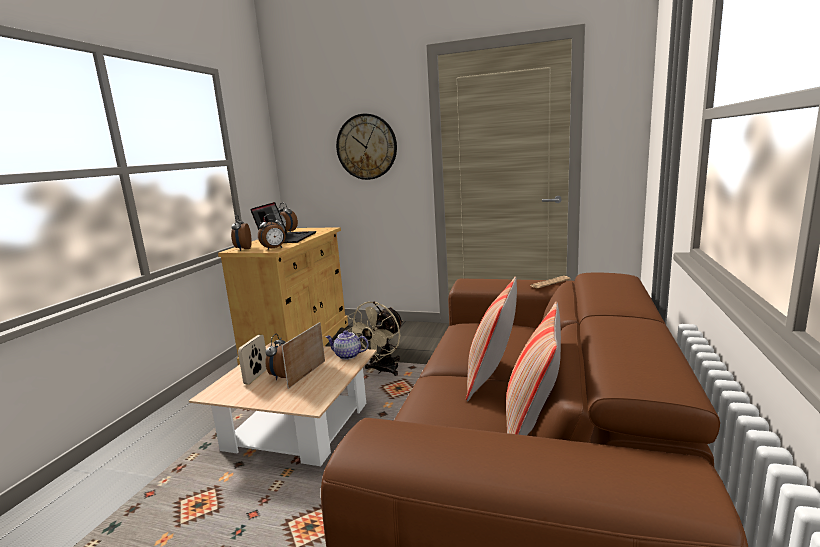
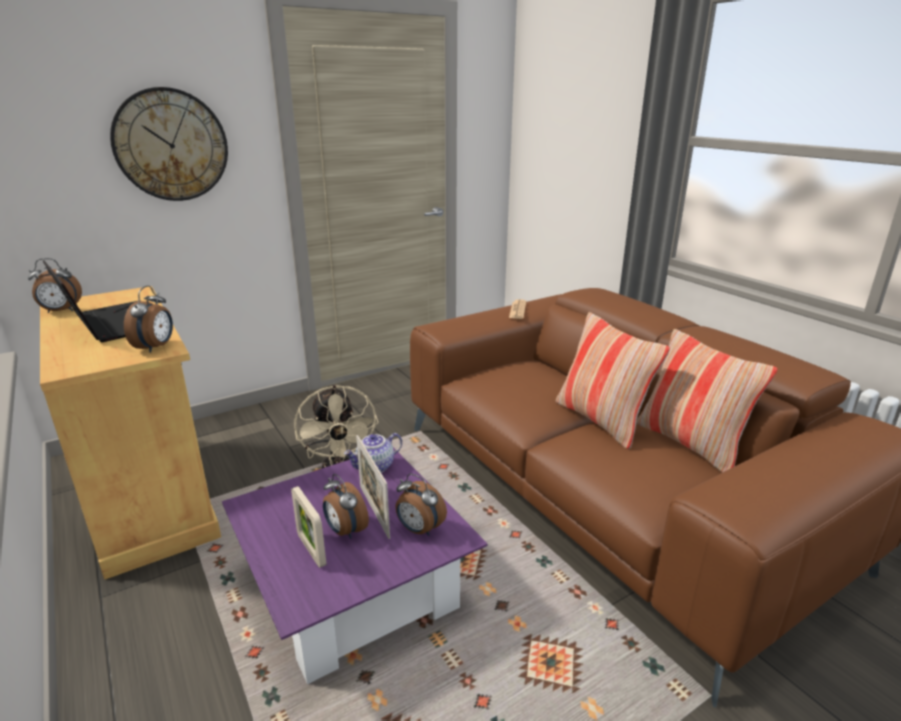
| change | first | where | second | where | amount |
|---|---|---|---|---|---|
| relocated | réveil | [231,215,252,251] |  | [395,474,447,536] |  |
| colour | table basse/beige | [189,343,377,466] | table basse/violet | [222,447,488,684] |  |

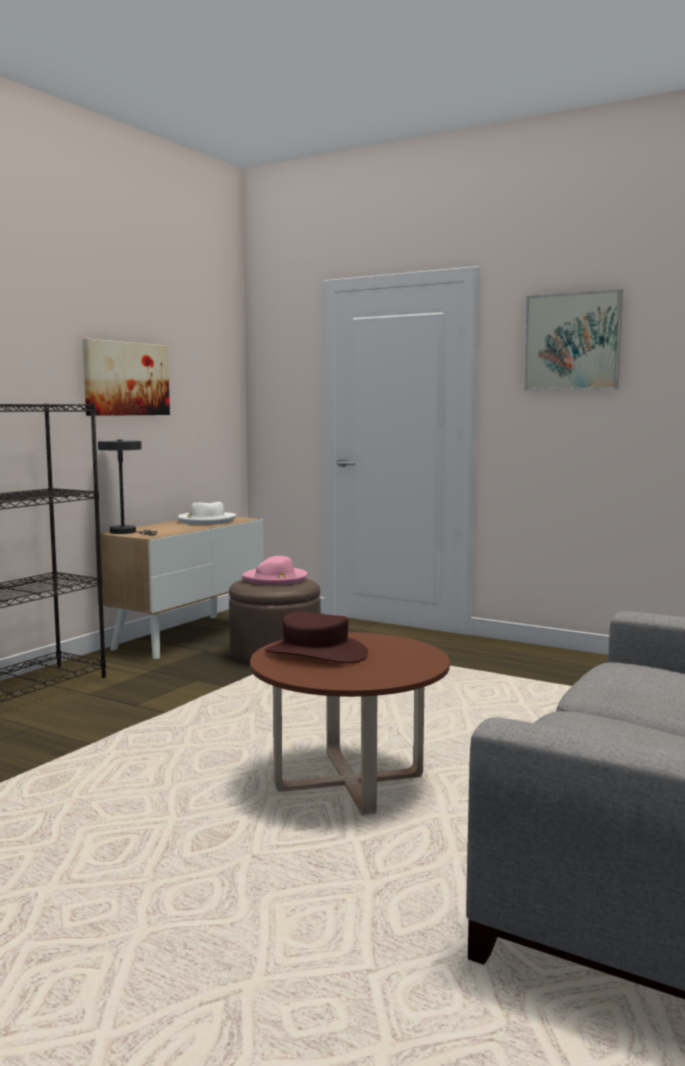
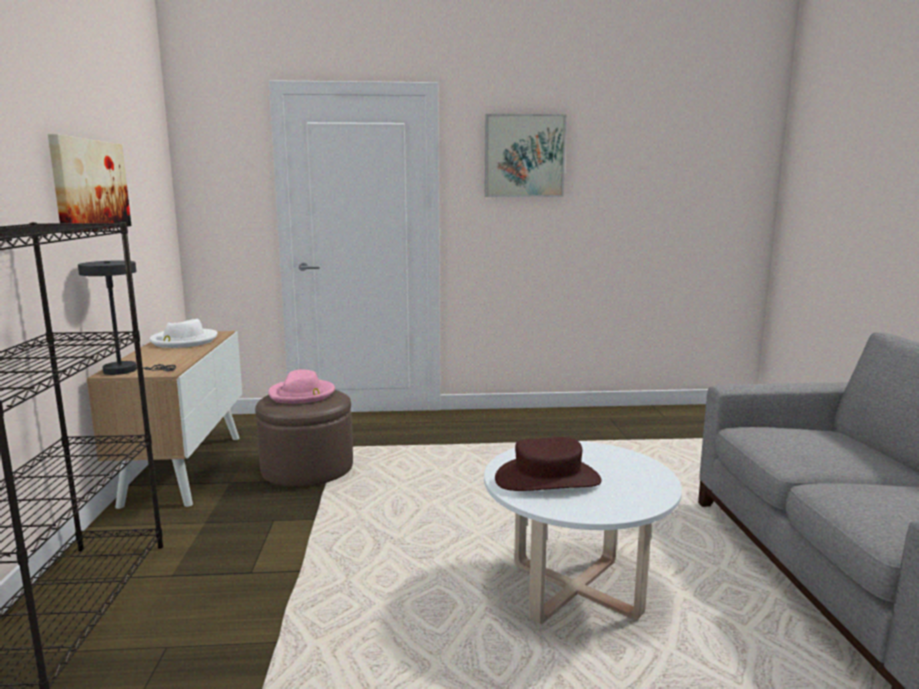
| change | first | where | second | where | amount |
|---|---|---|---|---|---|
| colour | table basse/marron | [250,632,450,815] | table basse/blanc | [484,441,682,625] |  |

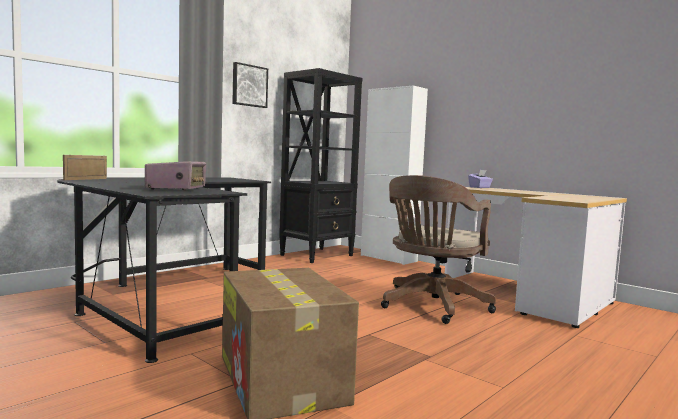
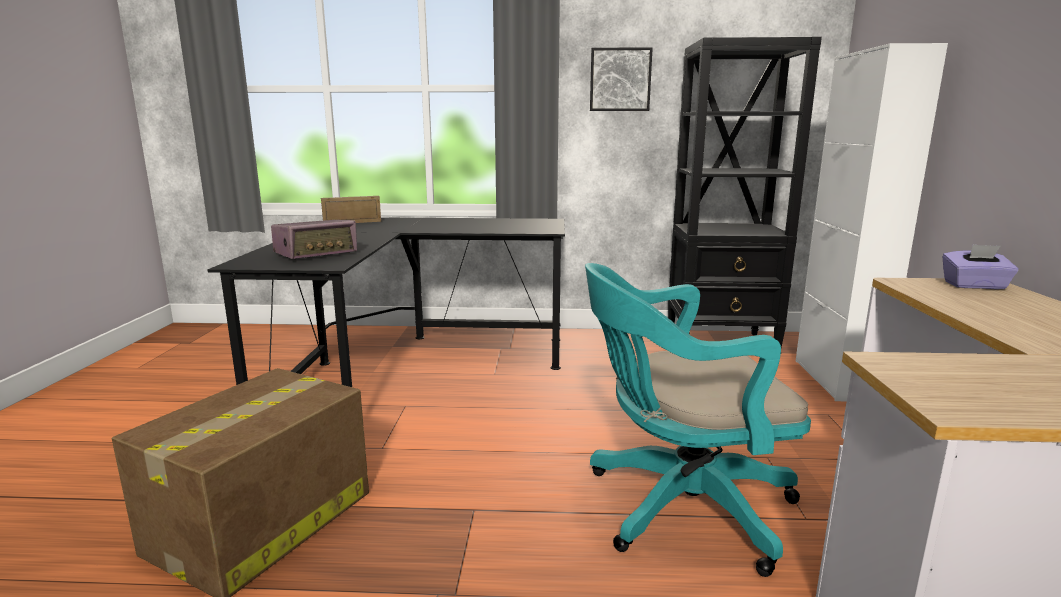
| change | first | where | second | where | amount |
|---|---|---|---|---|---|
| colour | chaise de bureau/marron | [381,175,496,324] | chaise de bureau/turquoise | [585,263,811,577] |  |

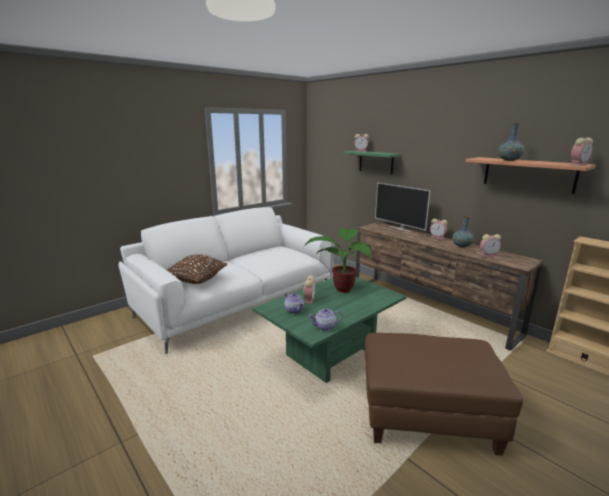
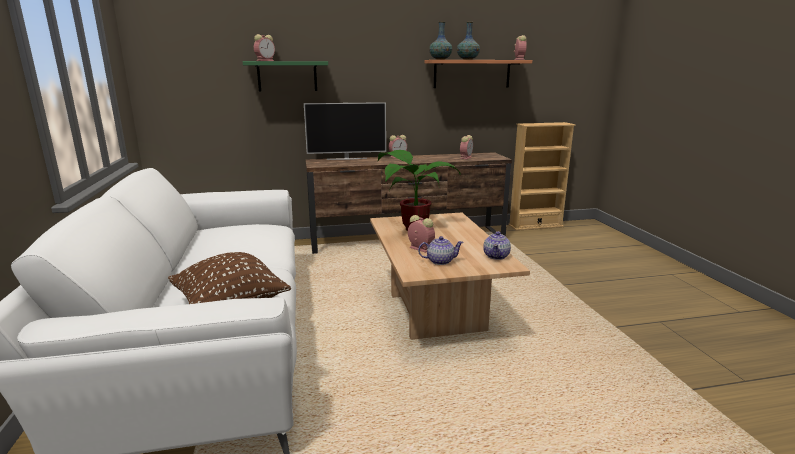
| change | first | where | second | where | amount |
|---|---|---|---|---|---|
| missing | pouf/marron | [365,333,523,456] |  |  |  |
| relocated | vase | [452,216,474,248] |  | [429,22,452,60] |  |
| colour | table basse/vert | [253,276,406,383] | table basse/beige | [370,212,530,340] |  |

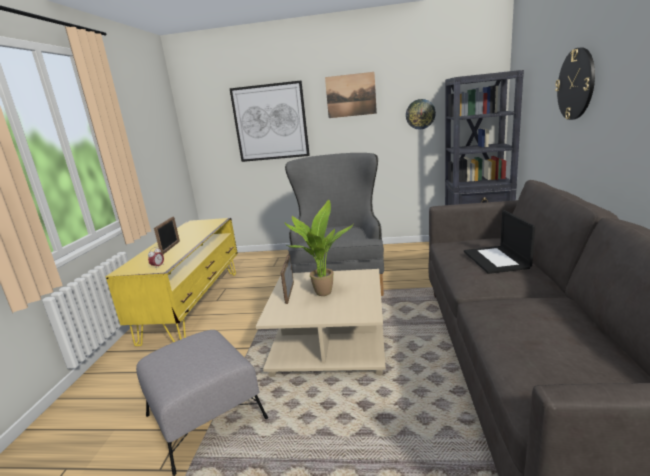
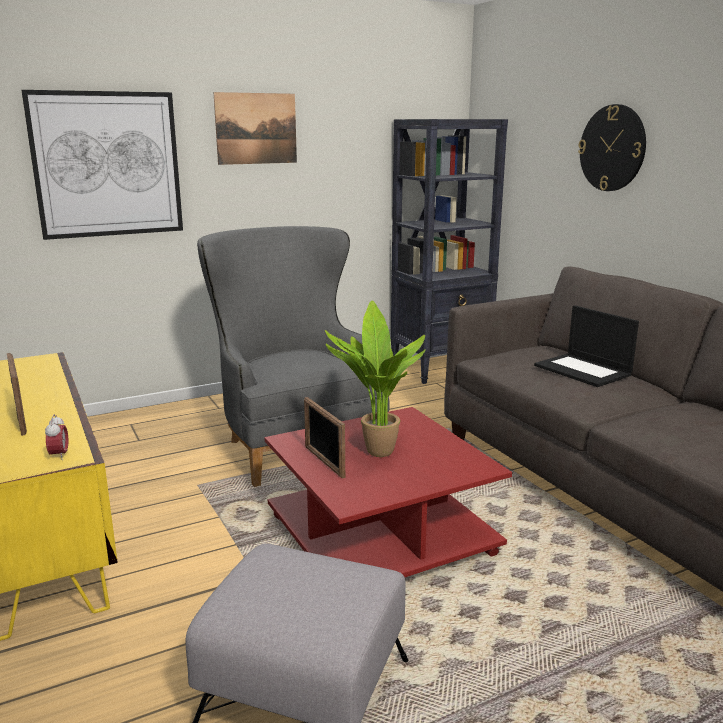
| change | first | where | second | where | amount |
|---|---|---|---|---|---|
| missing | horloge murale | [406,99,436,130] |  |  |  |
| colour | table basse/beige | [256,269,386,377] | table basse/rouge | [265,407,512,577] |  |

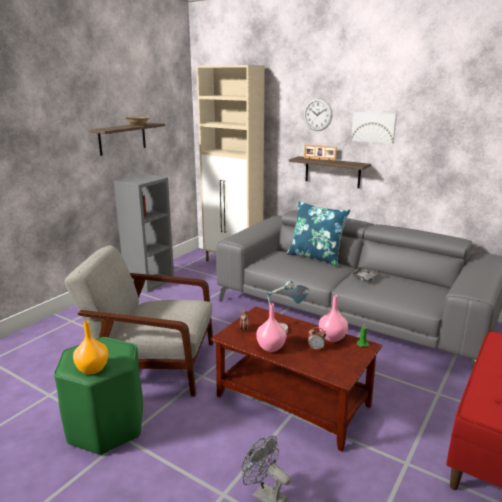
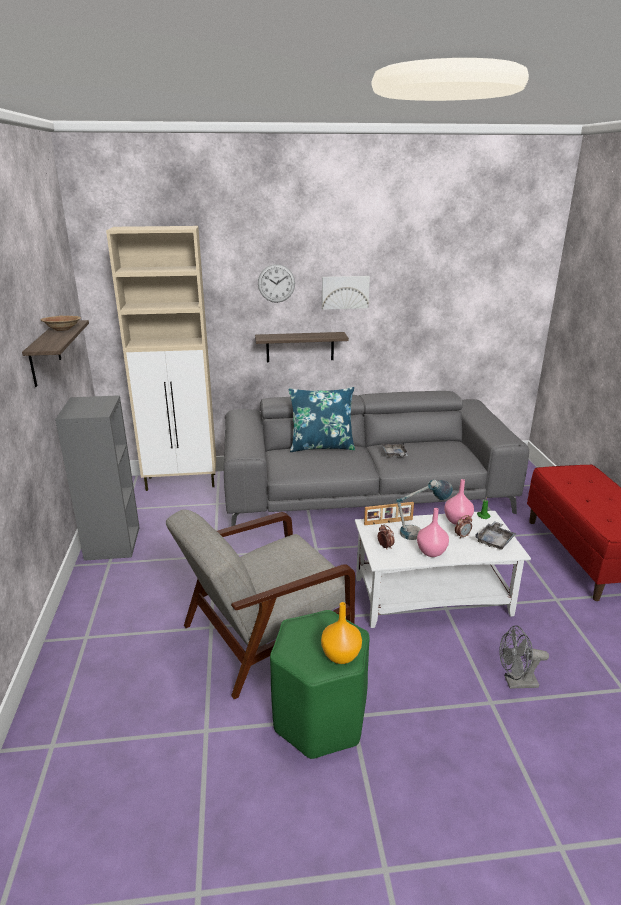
| change | first | where | second | where | amount |
|---|---|---|---|---|---|
| appeared |  |  | plateau/gris | [475,521,516,550] |  |
| relocated | cadre photo | [304,145,337,161] |  | [364,502,414,525] |  |
| colour | table basse/marron | [210,306,382,451] | table basse/blanc | [355,511,531,628] |  |

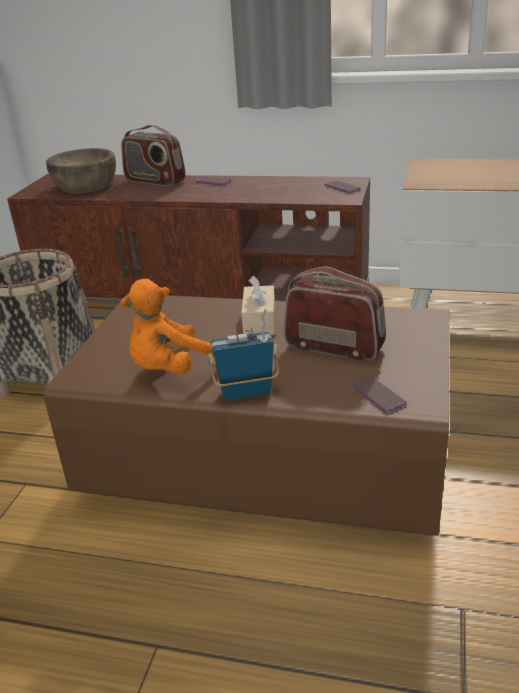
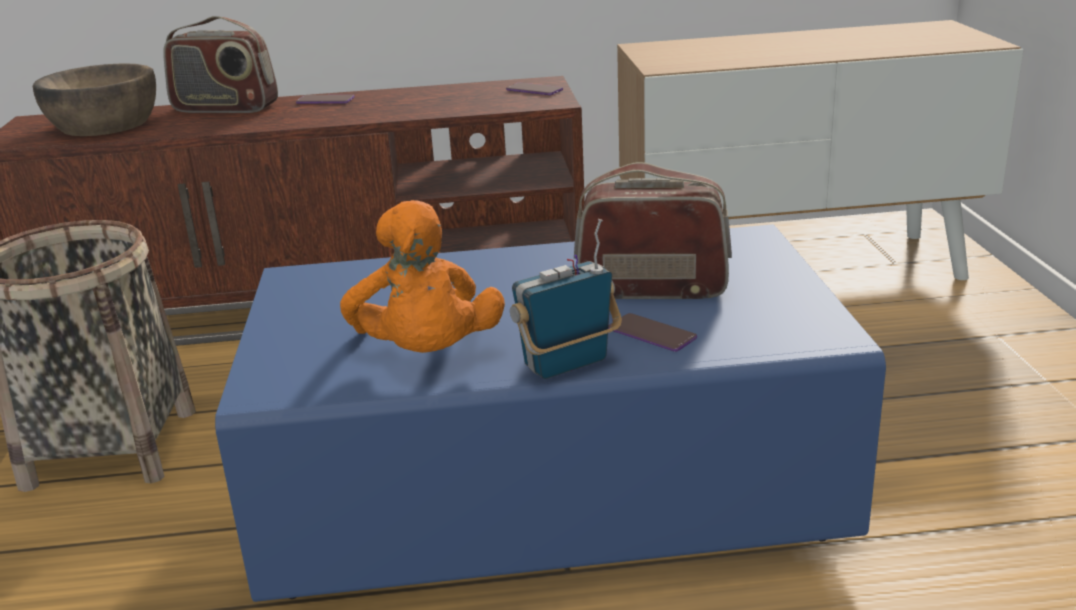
| change | first | where | second | where | amount |
|---|---|---|---|---|---|
| missing | boîte à mouchoirs/beige | [241,276,275,335] |  |  |  |
| relocated | téléphone | [352,377,407,412] |  | [608,313,697,352] |  |
| colour | table basse/marron | [44,294,449,536] | table basse/bleu | [215,224,886,602] |  |
| spun | peluche/orange | [120,279,212,375] |  | [340,200,505,353] | 45 degrees counterclockwise |

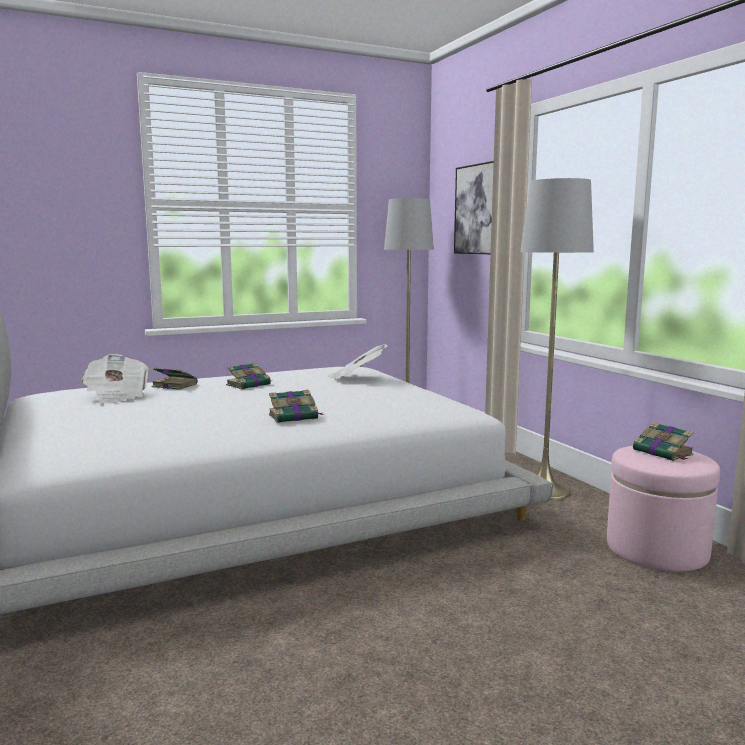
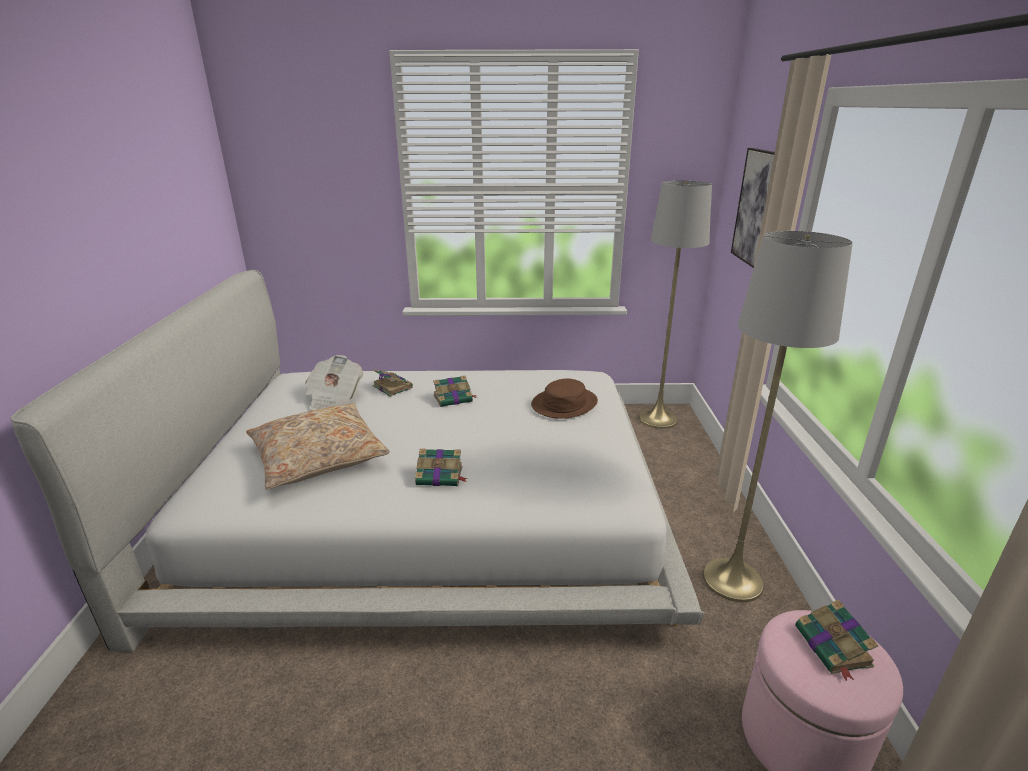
| change | first | where | second | where | amount |
|---|---|---|---|---|---|
| appeared |  |  | coussin/beige | [246,403,390,490] |  |
| exchanged | journal | [329,344,387,379] | chapeau/marron | [531,378,598,419] |  |

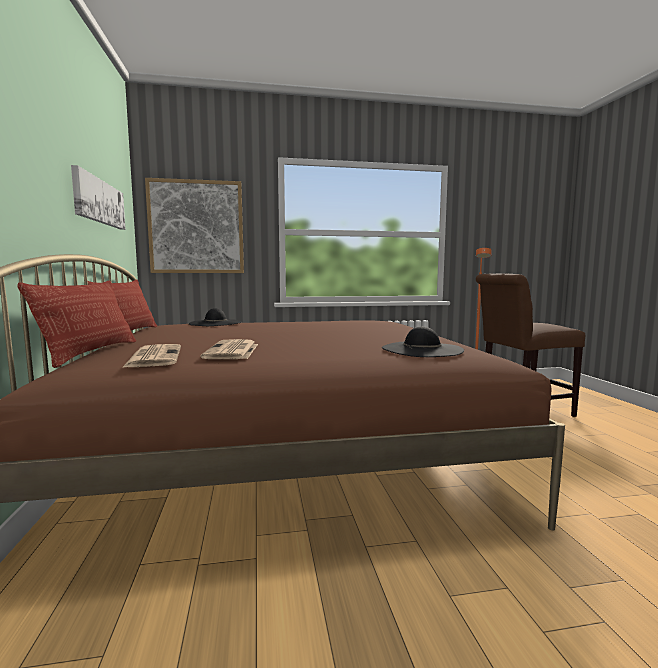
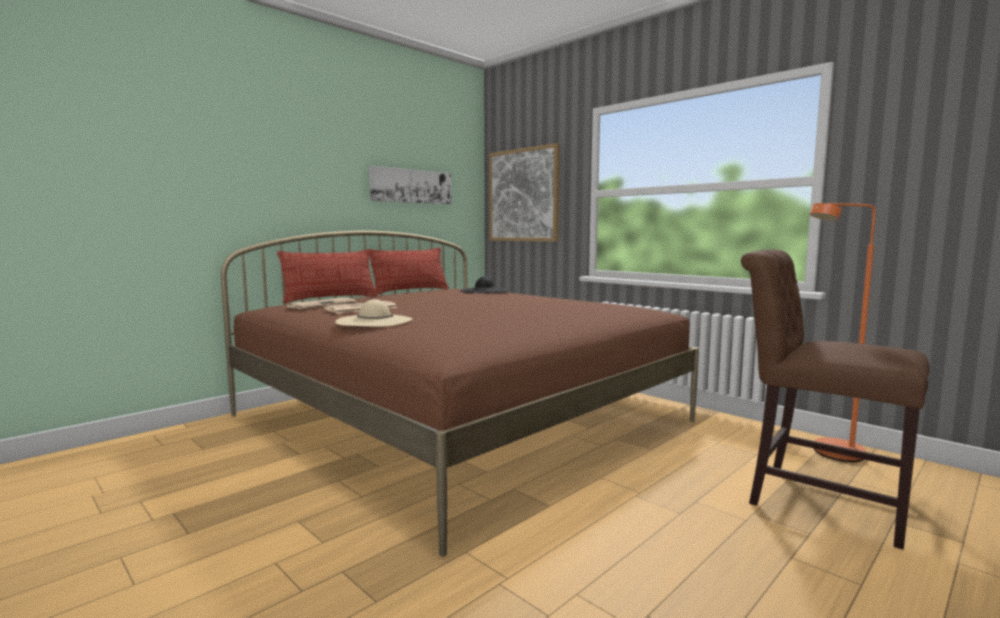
| change | first | where | second | where | amount |
|---|---|---|---|---|---|
| missing | chapeau/noir | [382,326,464,357] |  |  |  |
| appeared |  |  | chapeau/beige | [335,299,413,327] |  |

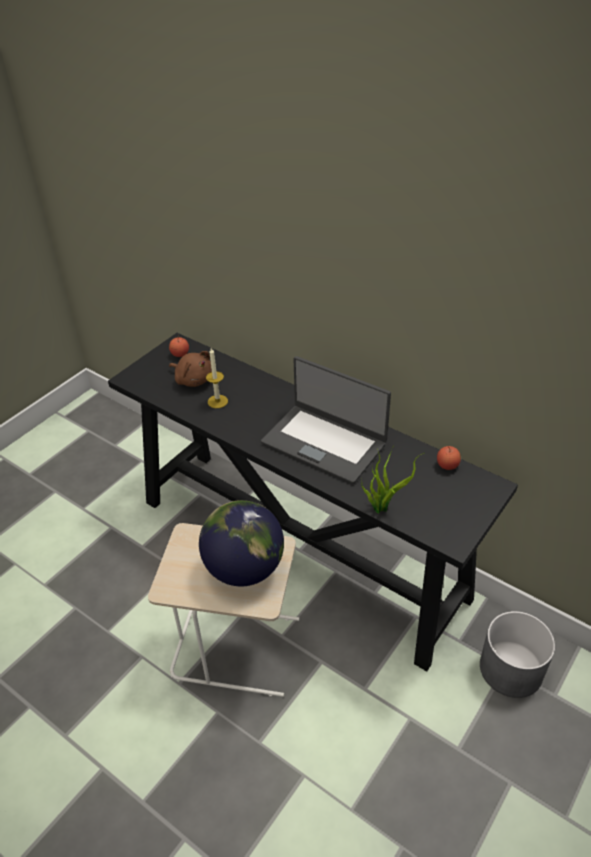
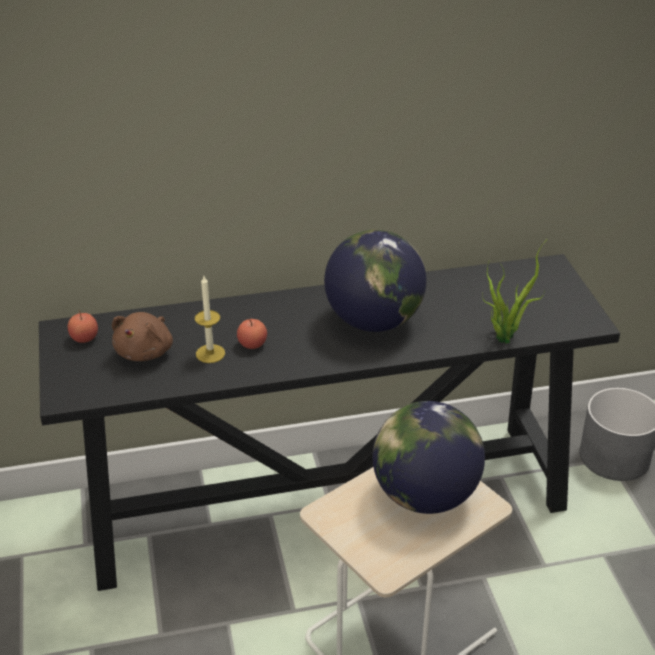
| change | first | where | second | where | amount |
|---|---|---|---|---|---|
| relocated | pomme | [437,446,461,470] |  | [237,319,267,349] |  |
| exchanged | ordinateur portable | [261,356,391,484] | globe | [324,230,426,332] |  |
| spun | peluche/marron | [169,351,212,387] |  | [112,312,173,361] | 120 degrees clockwise |

